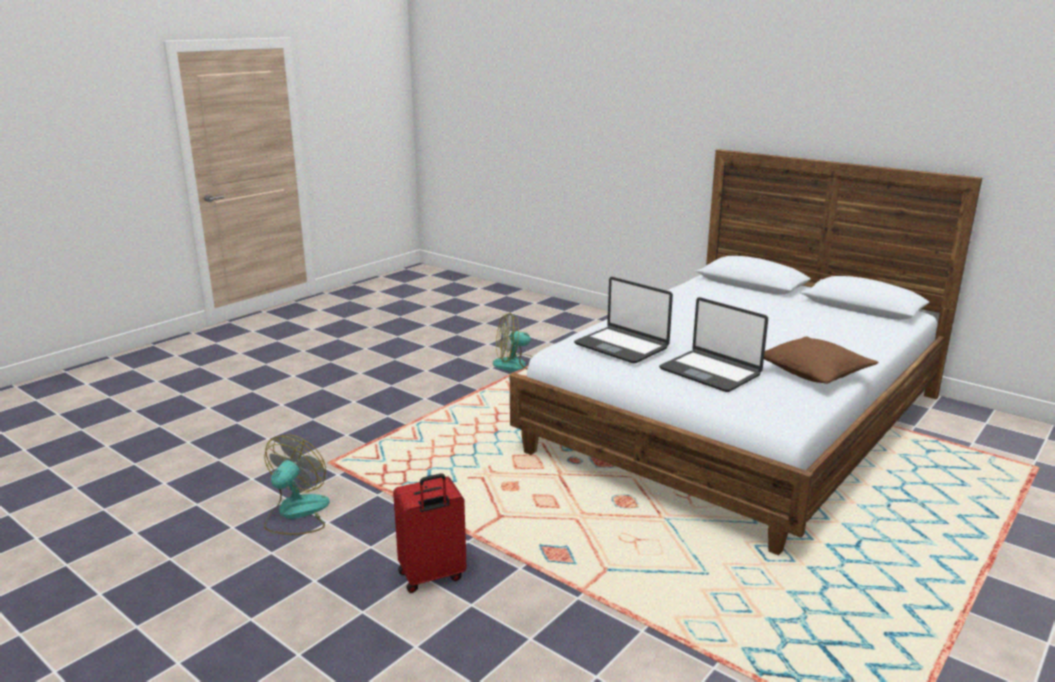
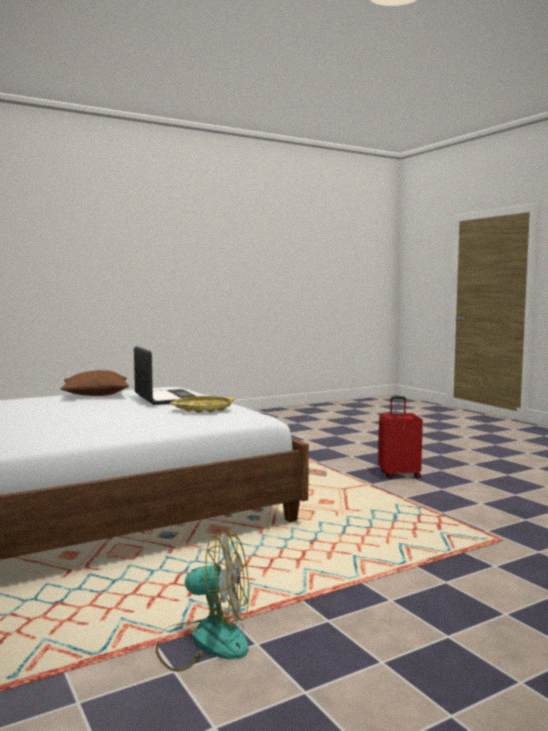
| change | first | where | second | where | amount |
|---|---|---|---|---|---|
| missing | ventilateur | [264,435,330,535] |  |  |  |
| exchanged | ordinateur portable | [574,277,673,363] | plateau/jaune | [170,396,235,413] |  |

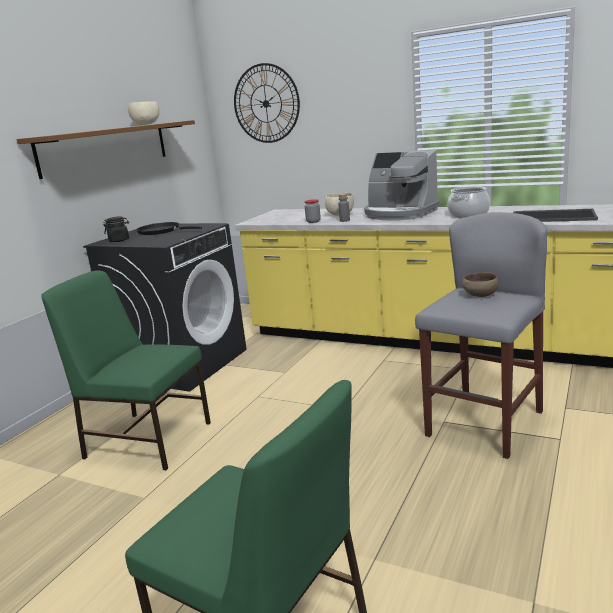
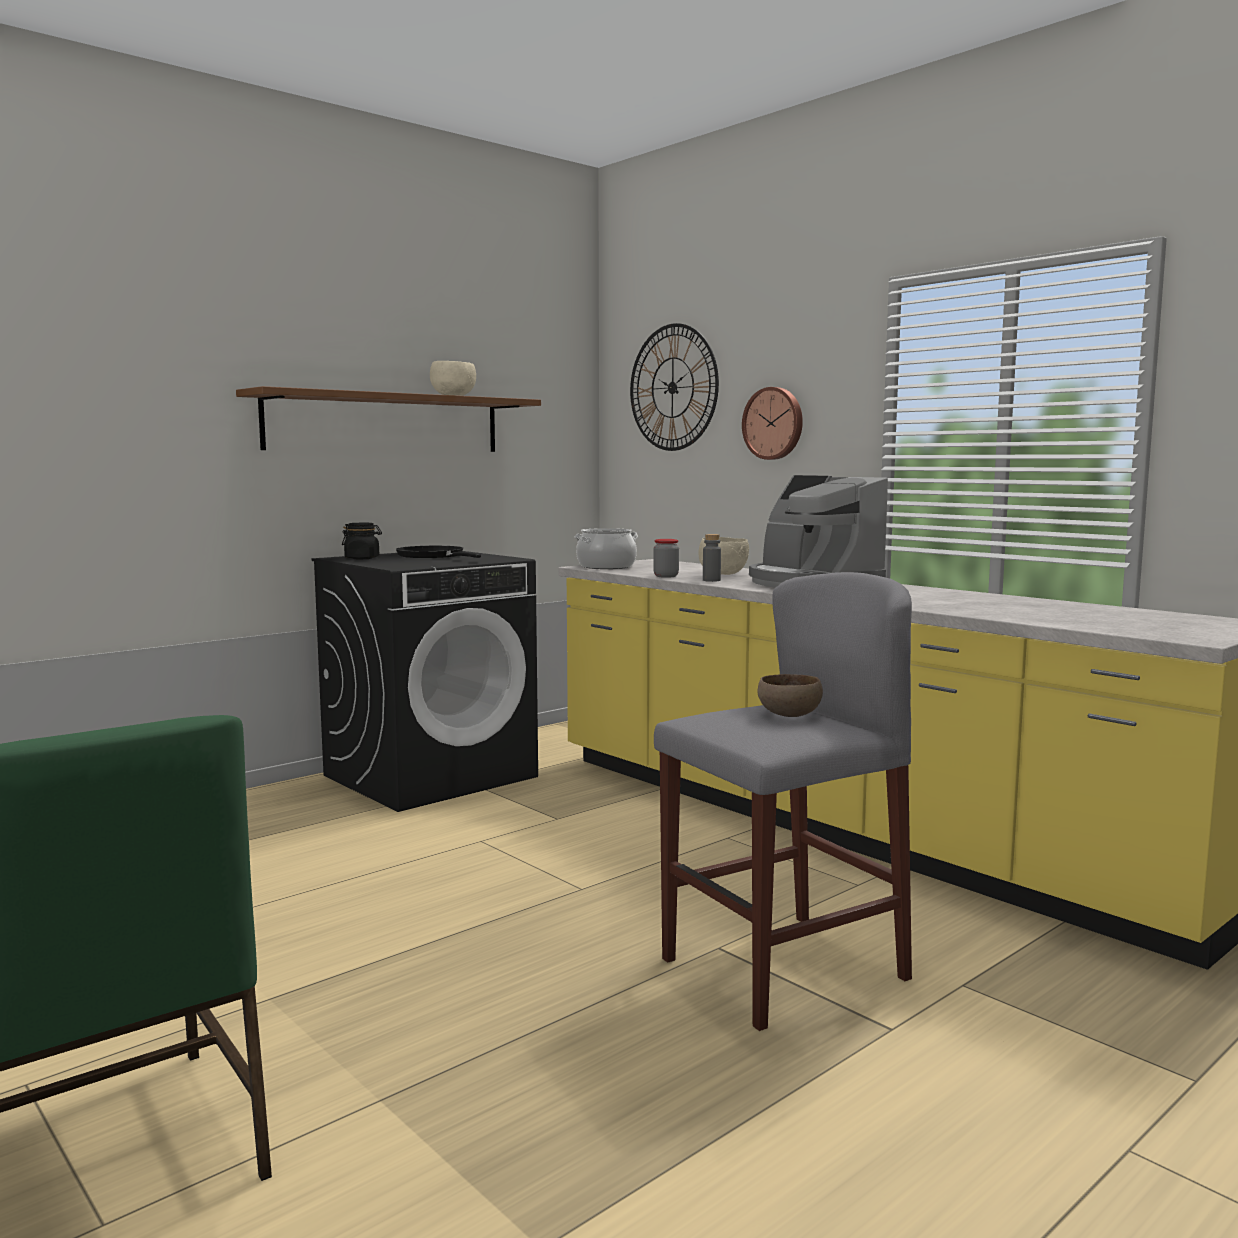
| change | first | where | second | where | amount |
|---|---|---|---|---|---|
| missing | chaise/vert | [41,270,211,470] |  |  |  |
| missing | plateau | [513,209,598,222] |  |  |  |
| appeared |  |  | horloge murale | [742,387,803,460] |  |
| relocated | marmite | [447,186,490,218] |  | [574,528,638,569] |  |

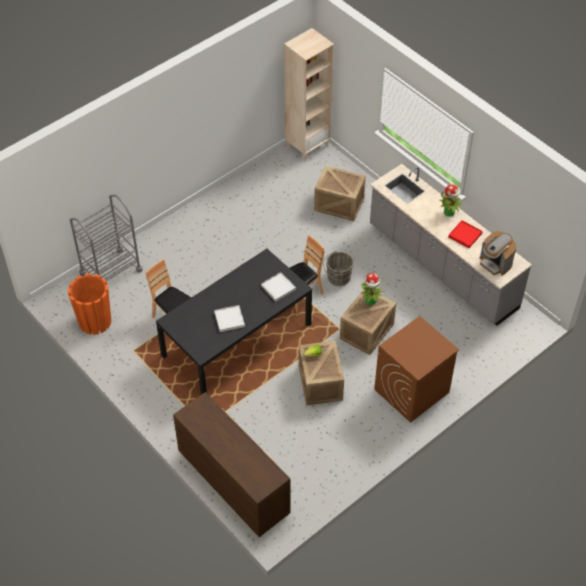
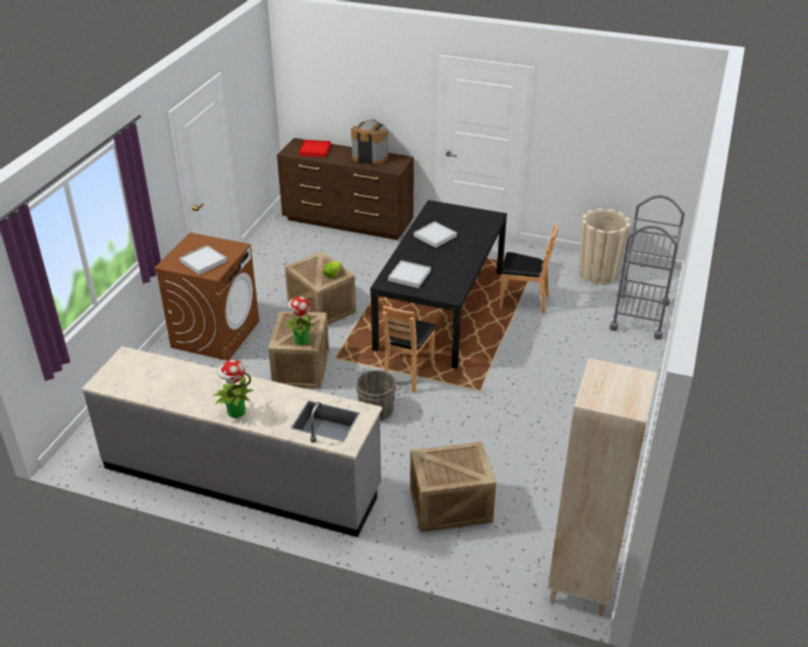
| change | first | where | second | where | amount |
|---|---|---|---|---|---|
| appeared |  |  | plateau/blanc | [180,245,227,275] |  |
| relocated | plateau/rouge | [448,220,483,248] |  | [299,140,331,157] |  |
| relocated | machine à café | [479,231,517,276] |  | [351,119,388,165] |  |
| colour | cache-pot/orange | [68,273,111,335] | cache-pot/beige | [579,208,630,285] |  |

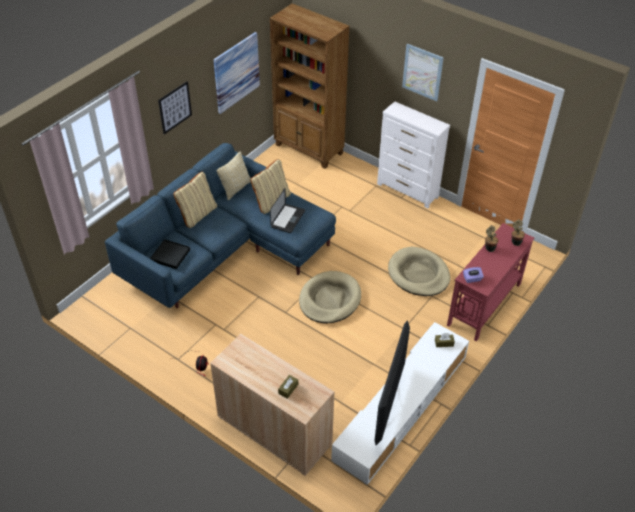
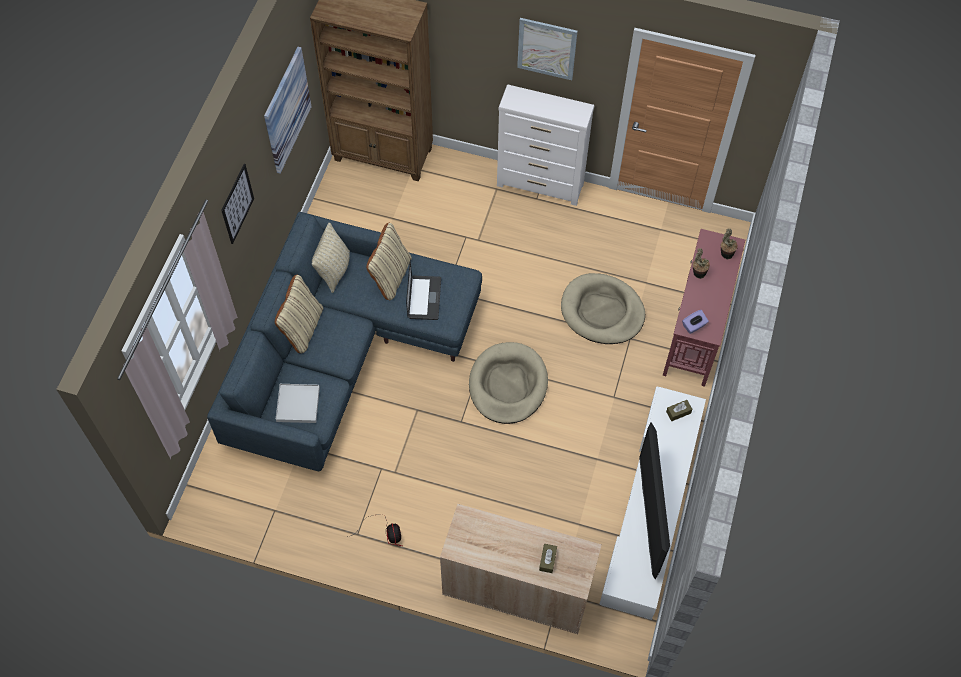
| change | first | where | second | where | amount |
|---|---|---|---|---|---|
| colour | plateau/noir | [150,239,190,269] | plateau/blanc | [276,384,320,423] |  |

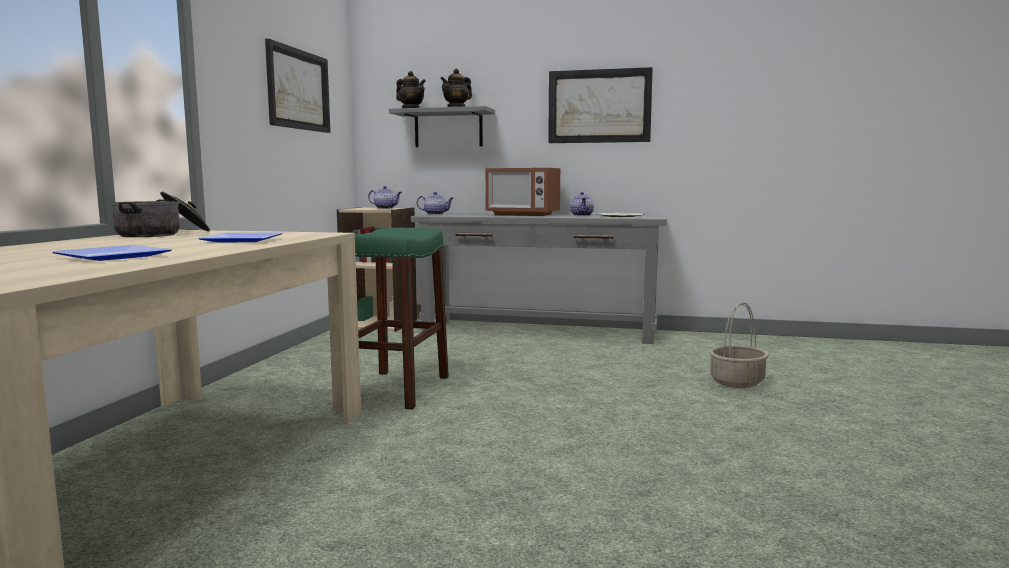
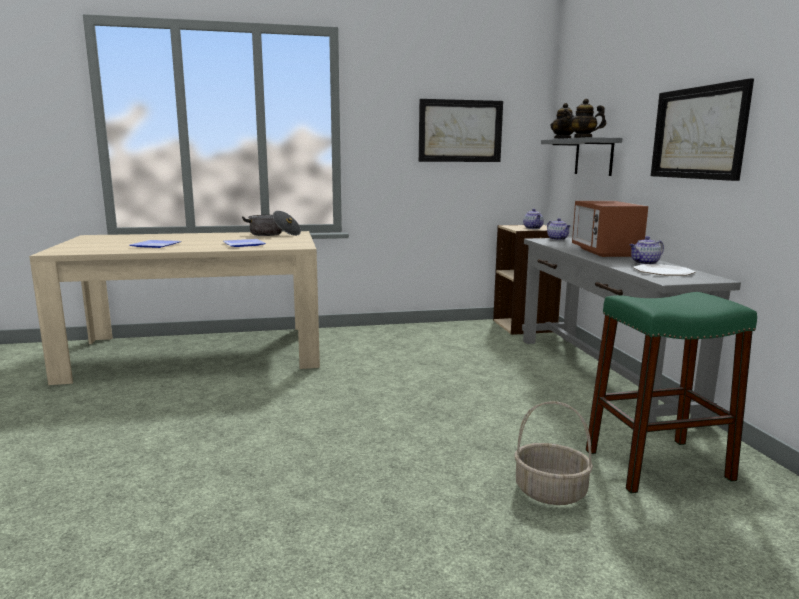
| change | first | where | second | where | amount |
|---|---|---|---|---|---|
| relocated | tabouret/vert | [355,228,449,410] |  | [586,292,757,493] |  |

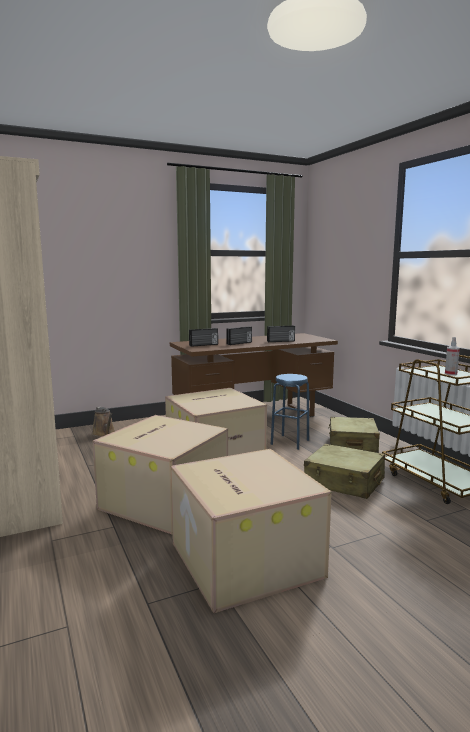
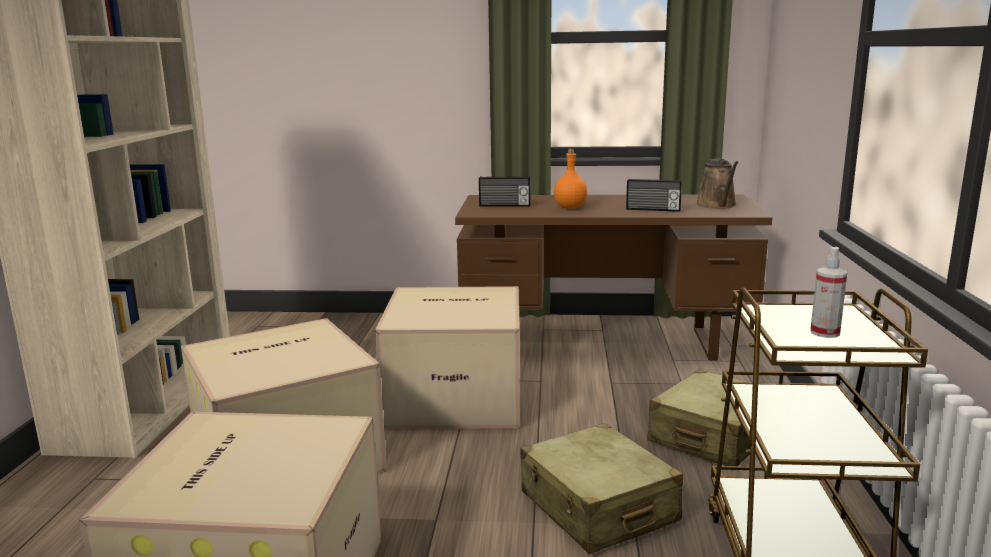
| change | first | where | second | where | amount |
|---|---|---|---|---|---|
| missing | tabouret/bleu | [271,374,309,450] |  |  |  |
| relocated | arrosoir/marron | [92,407,115,437] |  | [696,158,739,209] |  |
| exchanged | radio | [226,326,252,345] | bouteille/orange | [554,149,587,208] |  |

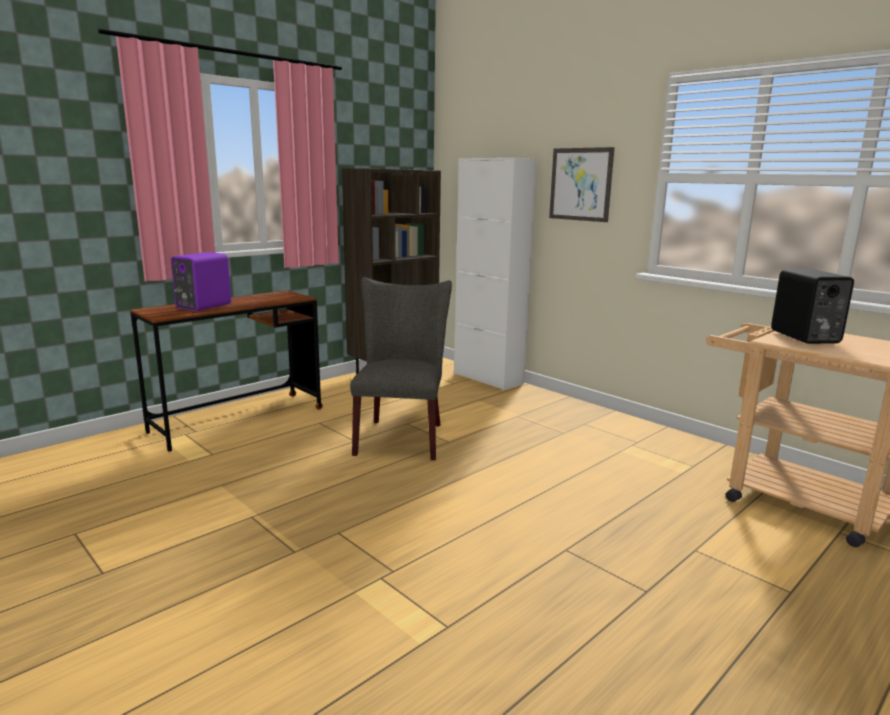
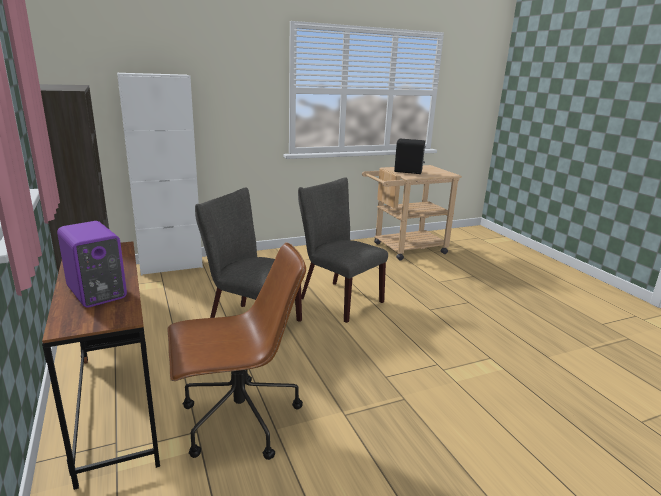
| change | first | where | second | where | amount |
|---|---|---|---|---|---|
| missing | tableau | [549,147,615,222] |  |  |  |
| appeared |  |  | chaise de bureau/marron | [168,242,306,460] |  |
| appeared |  |  | chaise/gris | [298,177,388,323] |  |

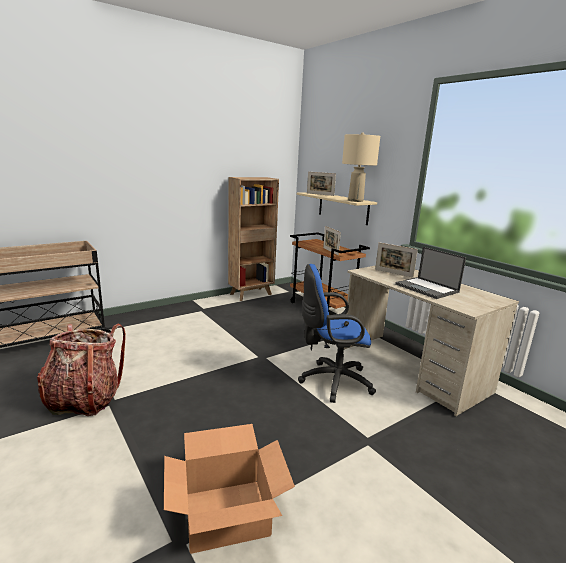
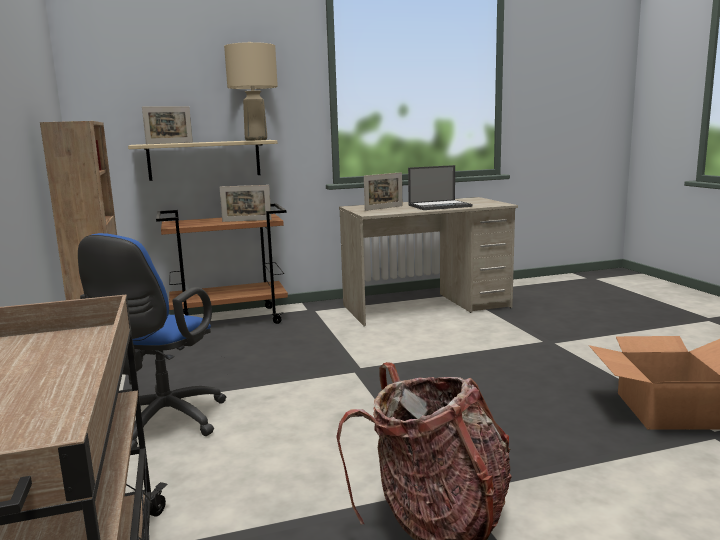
| change | first | where | second | where | amount |
|---|---|---|---|---|---|
| relocated | chaise de bureau/bleu | [298,264,376,403] |  | [78,233,227,448] |  |

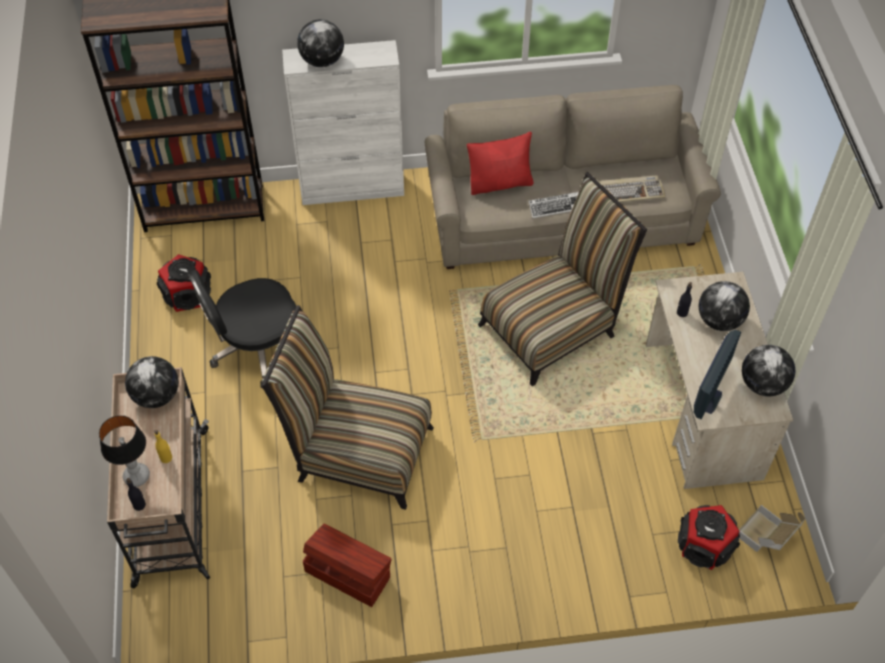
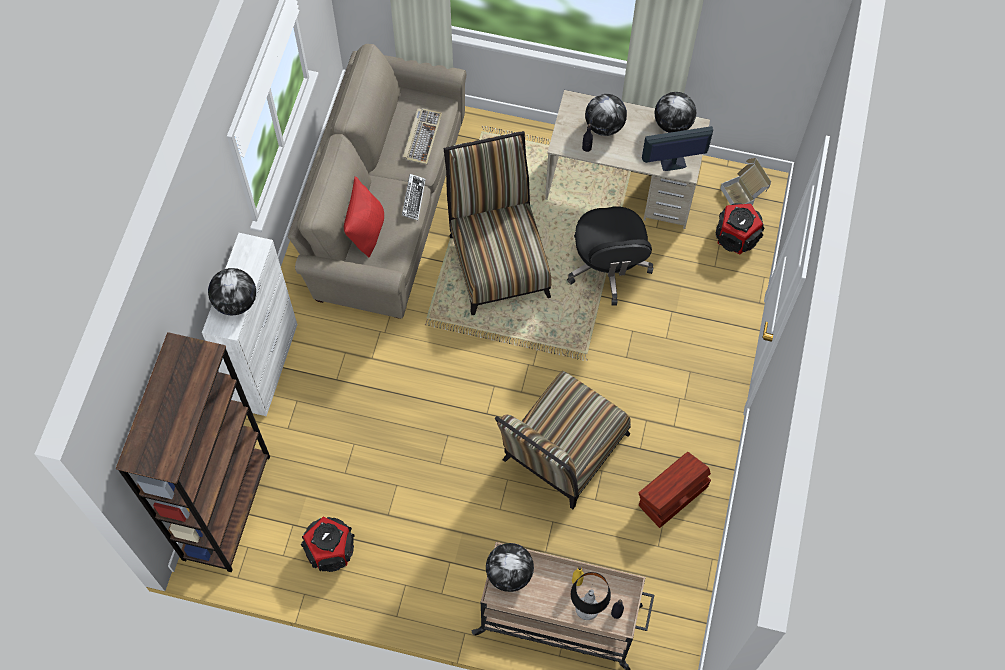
| change | first | where | second | where | amount |
|---|---|---|---|---|---|
| relocated | chaise de bureau/noir | [188,270,296,389] |  | [567,207,653,306] |  |
| spun | écran d'ordinateur | [694,330,741,419] |  | [642,126,713,171] | 60 degrees counterclockwise |

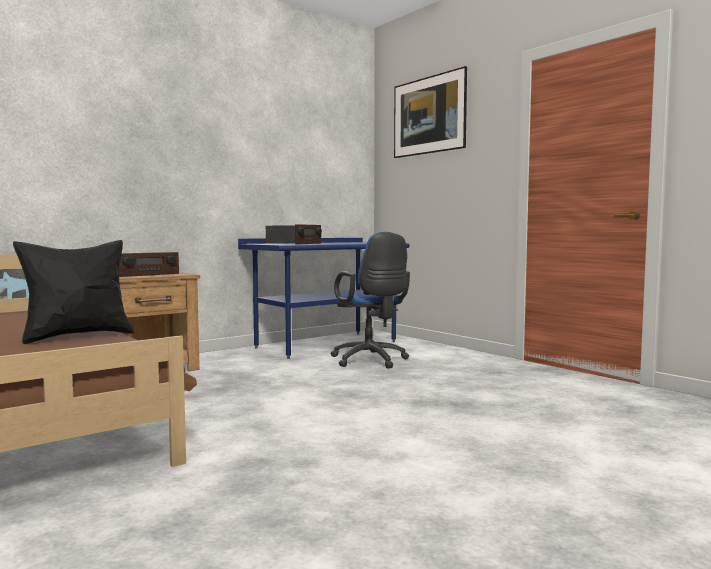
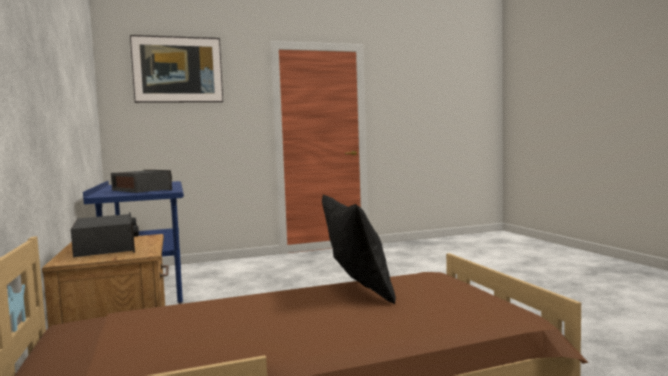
| change | first | where | second | where | amount |
|---|---|---|---|---|---|
| missing | chaise de bureau/bleu | [331,232,410,369] |  |  |  |

